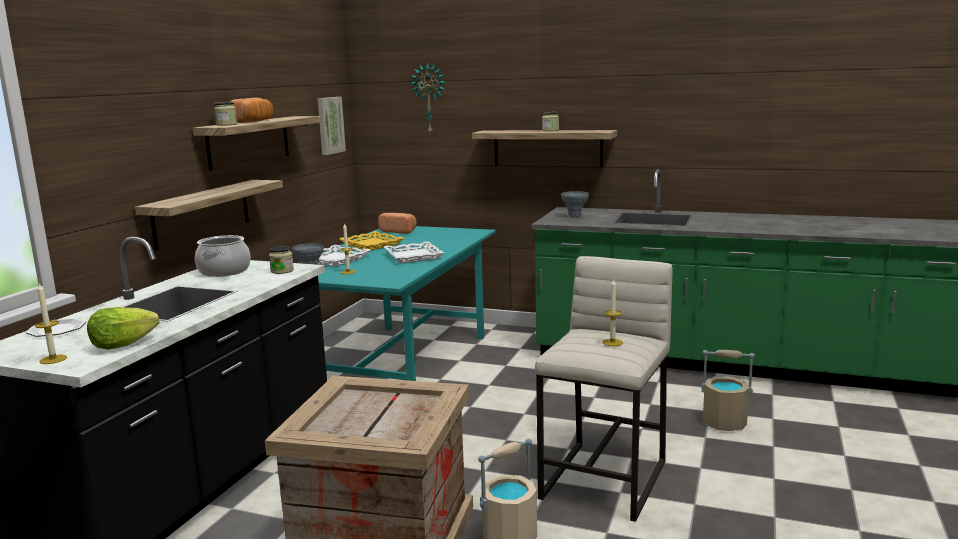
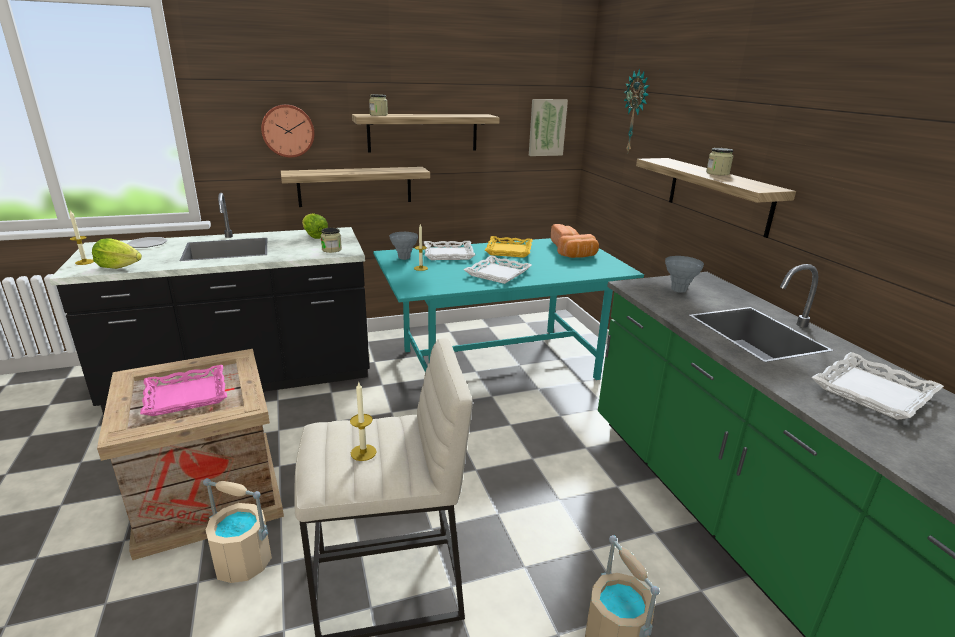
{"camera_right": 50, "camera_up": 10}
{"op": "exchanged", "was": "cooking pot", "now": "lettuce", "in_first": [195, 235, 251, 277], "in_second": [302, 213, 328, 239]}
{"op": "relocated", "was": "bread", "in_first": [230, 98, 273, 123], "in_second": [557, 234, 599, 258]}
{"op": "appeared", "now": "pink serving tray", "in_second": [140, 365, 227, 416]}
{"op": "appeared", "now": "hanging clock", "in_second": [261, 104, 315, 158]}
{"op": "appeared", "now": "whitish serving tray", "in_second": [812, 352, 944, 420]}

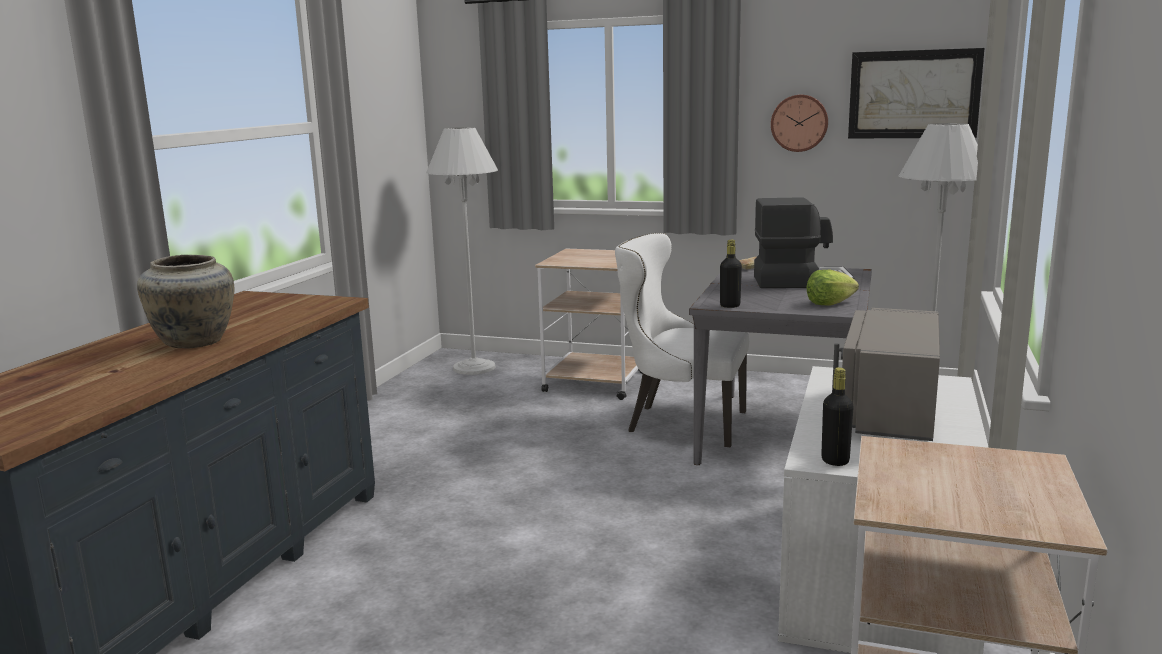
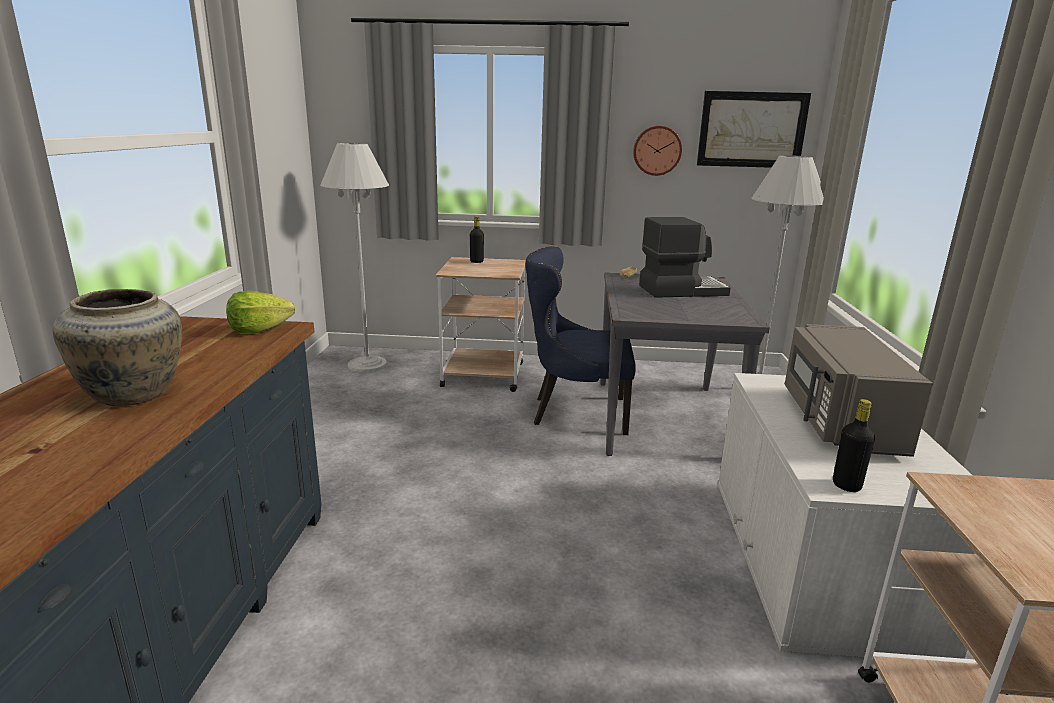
{"camera_right": -15, "camera_up": 5}
{"op": "colour", "was": "whitish chair", "now": "blue-coloured chair", "in_first": [615, 233, 749, 447], "in_second": [525, 246, 636, 435]}
{"op": "relocated", "was": "black beverage bottle", "in_first": [720, 240, 742, 308], "in_second": [470, 216, 484, 263]}
{"op": "relocated", "was": "lettuce", "in_first": [807, 270, 859, 305], "in_second": [226, 291, 295, 333]}

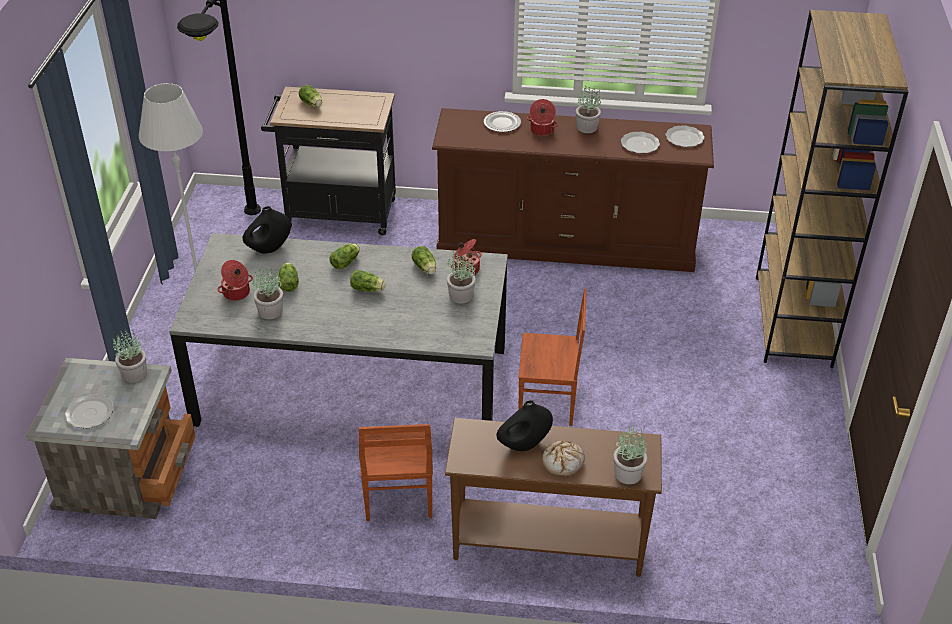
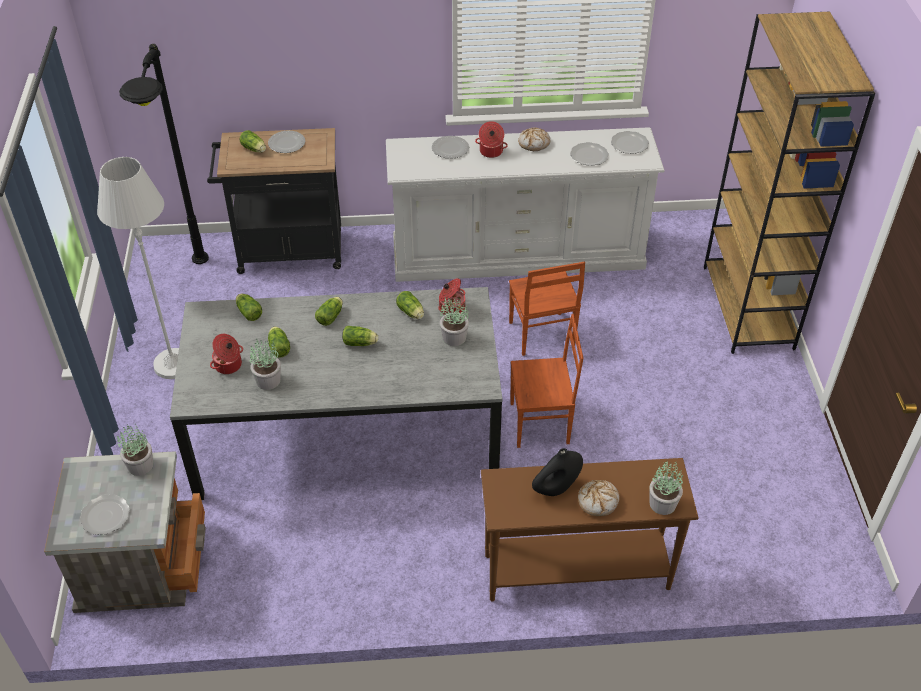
{"camera_right": -10, "camera_up": 5}
{"op": "exchanged", "was": "black flower vase", "now": "lettuce", "in_first": [243, 206, 291, 254], "in_second": [236, 294, 262, 321]}
{"op": "relocated", "was": "brownish chair", "in_first": [359, 424, 433, 521], "in_second": [509, 262, 585, 356]}
{"op": "colour", "was": "brownish cupboard", "now": "whitish cupboard", "in_first": [432, 108, 714, 272], "in_second": [386, 127, 664, 282]}
{"op": "exchanged", "was": "potted plant", "now": "bread", "in_first": [576, 86, 601, 133], "in_second": [518, 127, 551, 151]}
{"op": "appeared", "now": "plate", "in_second": [268, 131, 305, 153]}

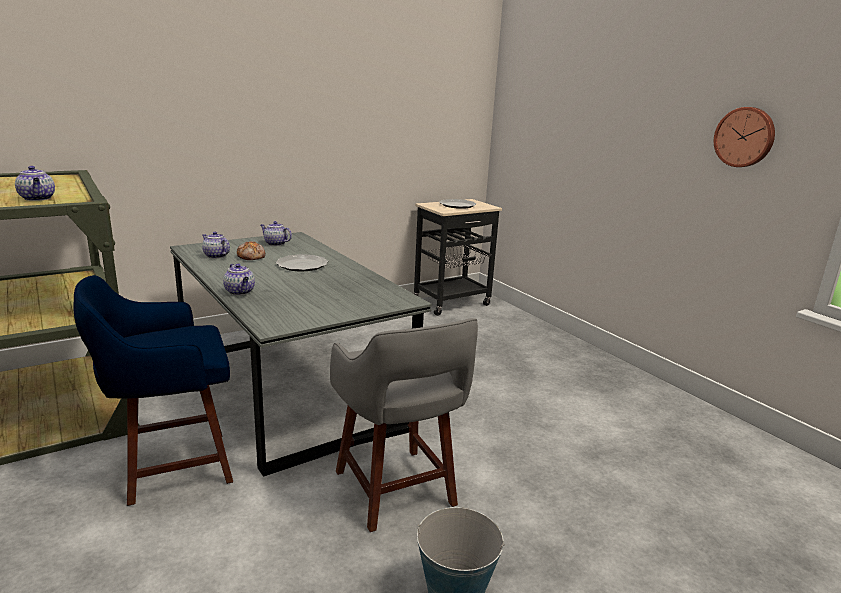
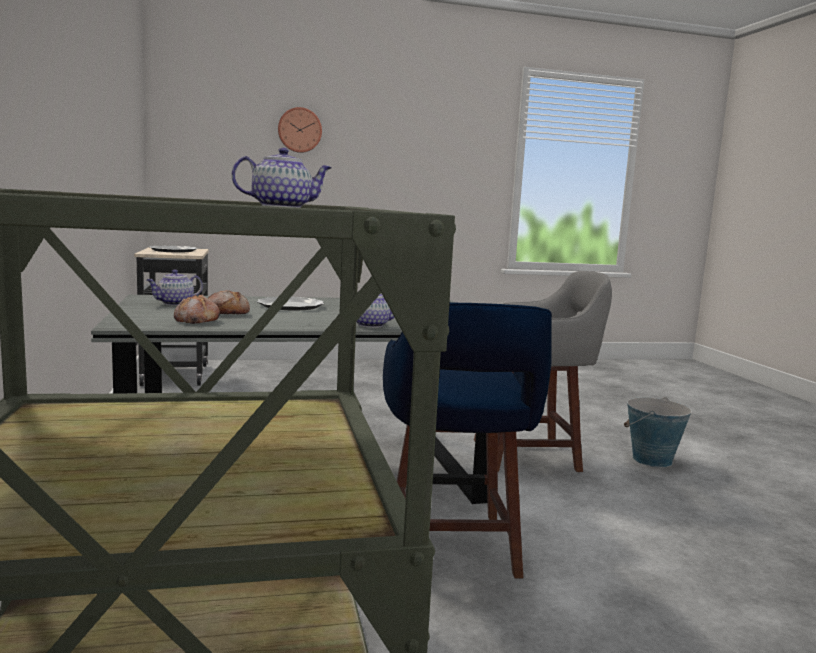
{"camera_right": -70, "camera_up": -10}
{"op": "exchanged", "was": "teapot", "now": "bread", "in_first": [202, 231, 230, 259], "in_second": [174, 294, 220, 324]}
{"op": "relocated", "was": "hanging clock", "in_first": [714, 107, 775, 167], "in_second": [278, 107, 322, 153]}

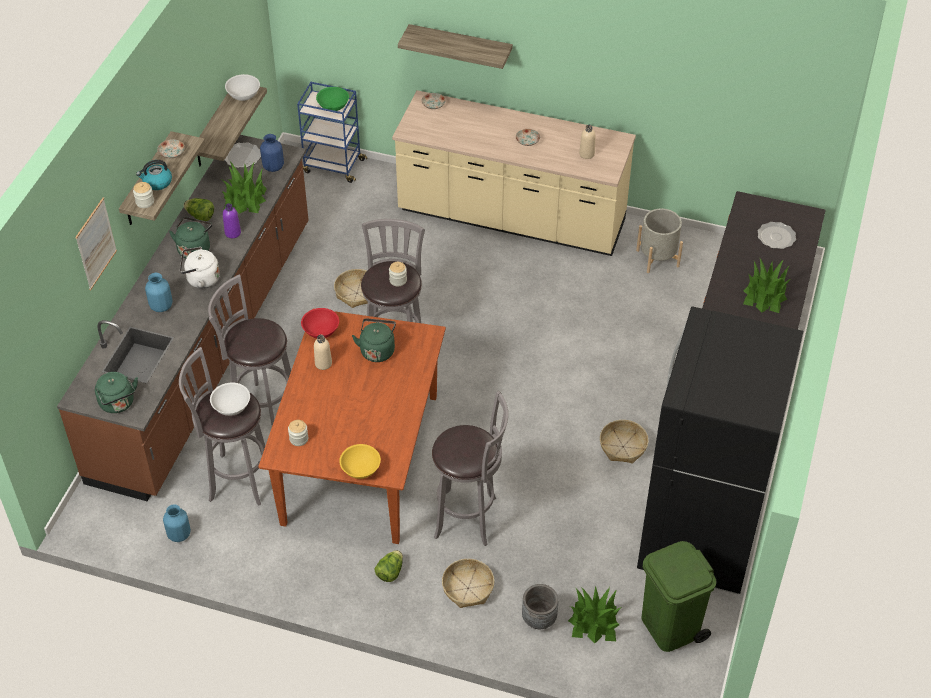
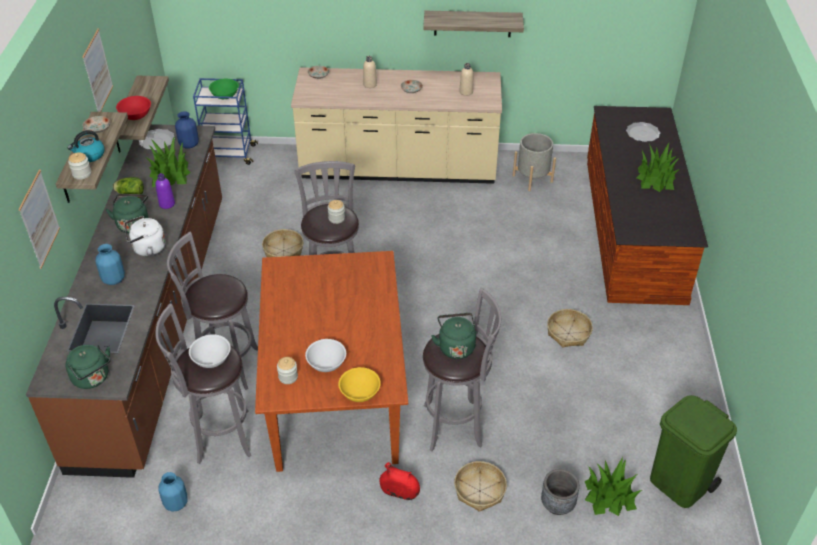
{"camera_right": -15, "camera_up": -5}
{"op": "relocated", "was": "whitish deep dish", "in_first": [225, 74, 260, 101], "in_second": [305, 339, 346, 372]}
{"op": "relocated", "was": "red deep dish", "in_first": [301, 308, 339, 338], "in_second": [116, 96, 151, 120]}
{"op": "relocated", "was": "beige-coloured beverage bottle", "in_first": [314, 335, 332, 370], "in_second": [363, 56, 377, 88]}
{"op": "relocated", "was": "greenish kettle", "in_first": [352, 319, 396, 362], "in_second": [431, 313, 476, 359]}
{"op": "exchanged", "was": "lettuce", "now": "red flower vase", "in_first": [375, 550, 403, 582], "in_second": [379, 462, 420, 500]}
{"op": "relocated", "was": "wall shelf", "in_first": [398, 24, 513, 69], "in_second": [423, 11, 524, 37]}
{"op": "missing", "was": "black kitchen fridge", "in_first": [637, 306, 803, 594]}
{"op": "appeared", "now": "wall art", "in_second": [83, 28, 113, 112]}

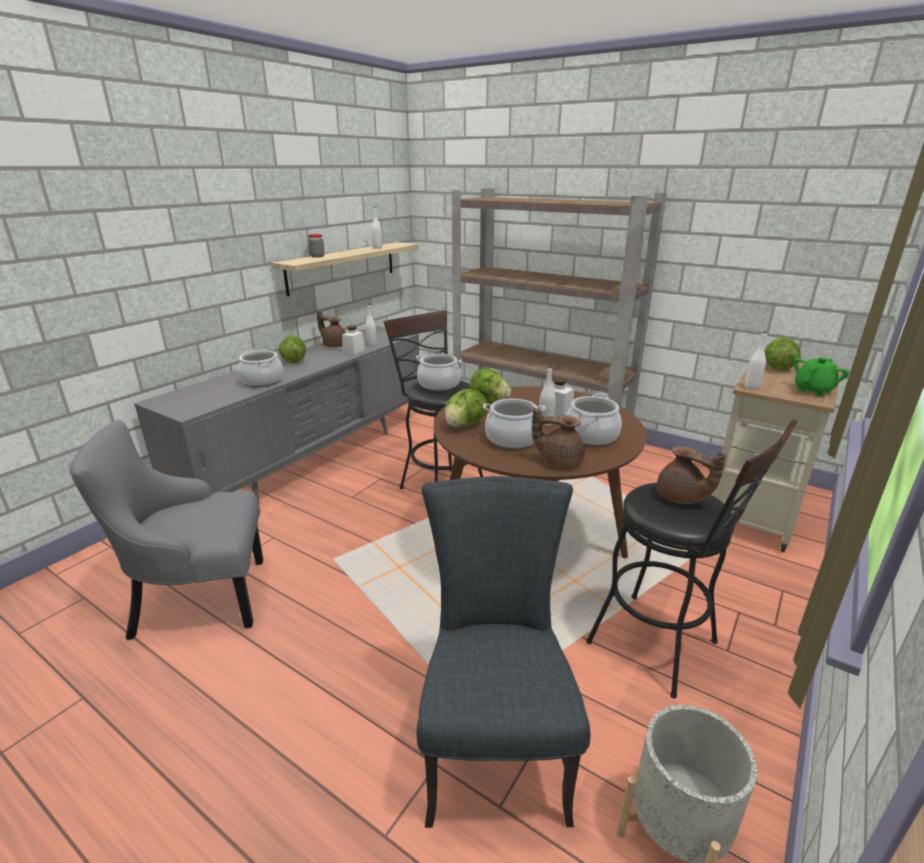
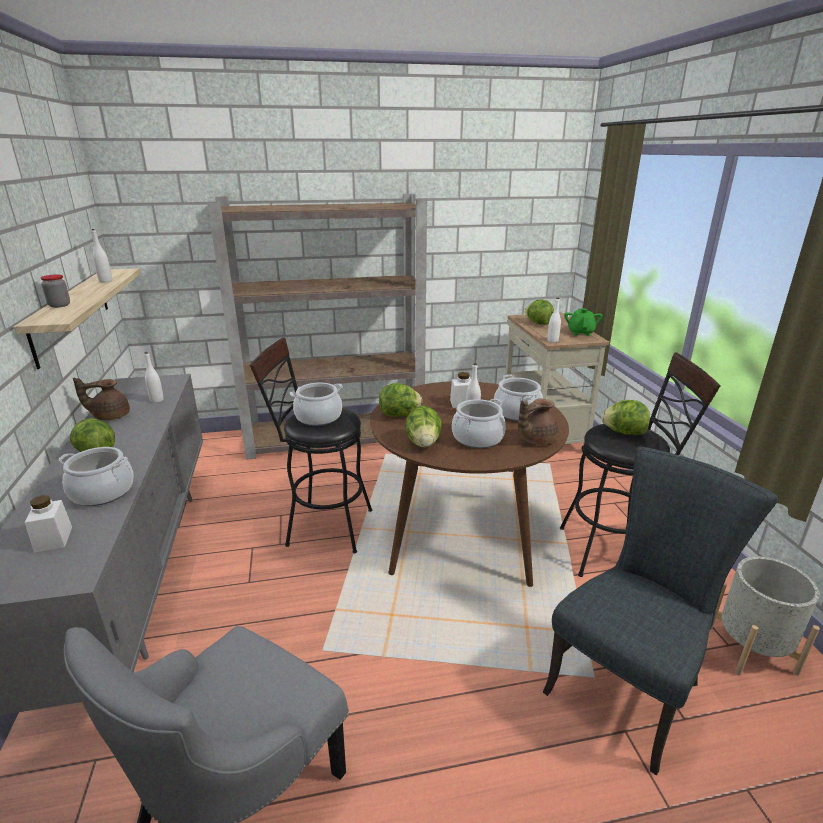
{"camera_right": -45, "camera_up": 0}
{"op": "relocated", "was": "whitish storage jar", "in_first": [342, 326, 365, 355], "in_second": [25, 495, 72, 553]}
{"op": "spun", "was": "gray chair", "in_first": [417, 476, 591, 828], "in_second": [543, 447, 778, 776], "clockwise": 90}
{"op": "exchanged", "was": "brownish teapot", "now": "lettuce", "in_first": [656, 447, 726, 504], "in_second": [601, 400, 650, 435]}

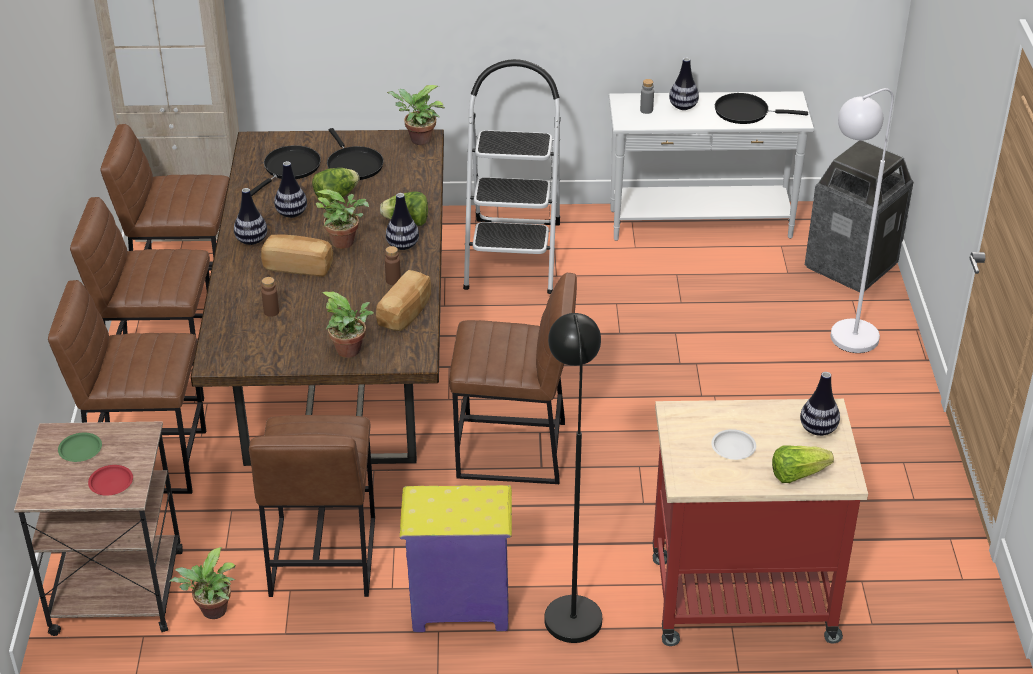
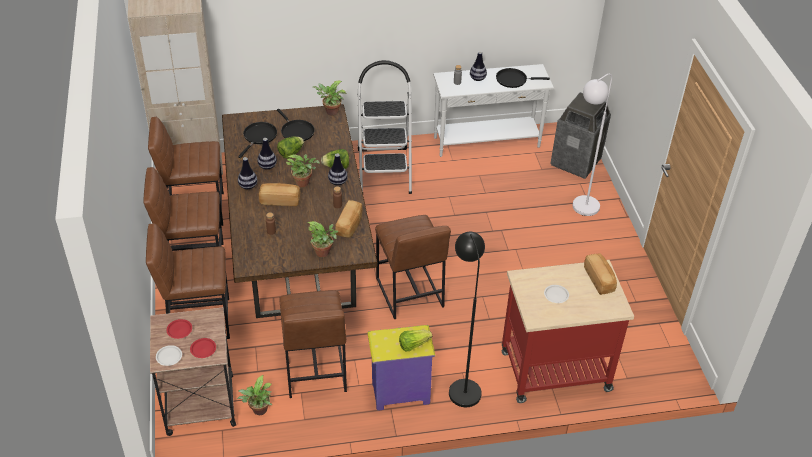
{"camera_right": -10, "camera_up": 5}
{"op": "colour", "was": "greenish plate", "now": "red plate", "in_first": [58, 433, 102, 462], "in_second": [167, 319, 192, 339]}
{"op": "spun", "was": "brownish chair", "in_first": [449, 273, 577, 484], "in_second": [375, 215, 451, 319], "clockwise": 75}
{"op": "relocated", "was": "lettuce", "in_first": [772, 445, 834, 483], "in_second": [399, 330, 432, 352]}
{"op": "exchanged", "was": "flower vase", "now": "bread", "in_first": [800, 372, 840, 436], "in_second": [584, 253, 617, 295]}
{"op": "appeared", "now": "whitish plate", "in_second": [156, 345, 182, 366]}

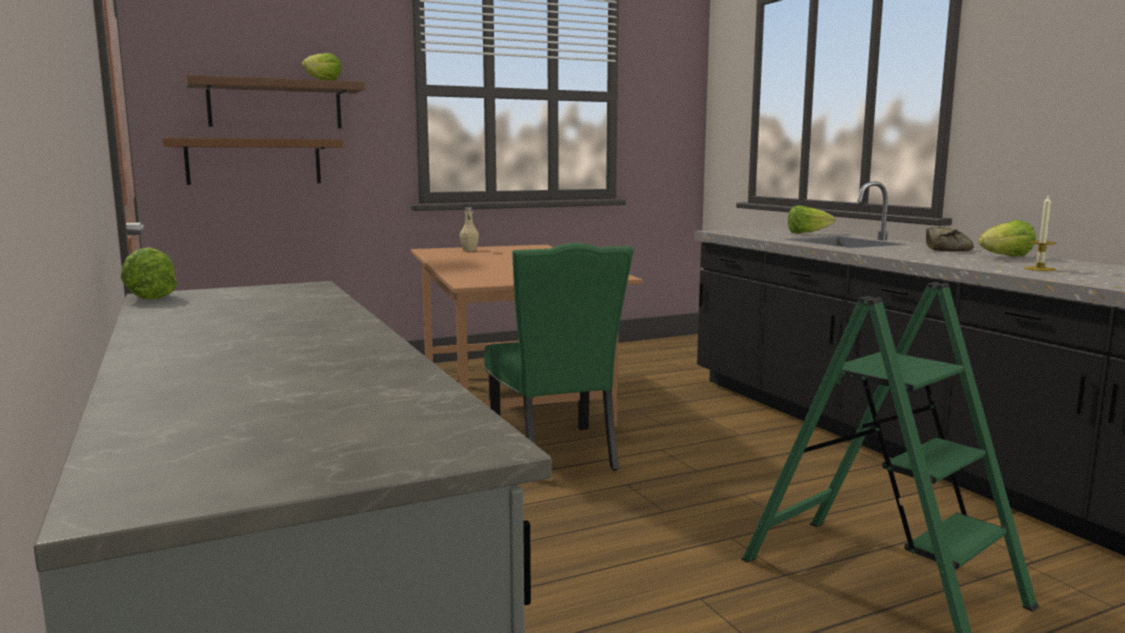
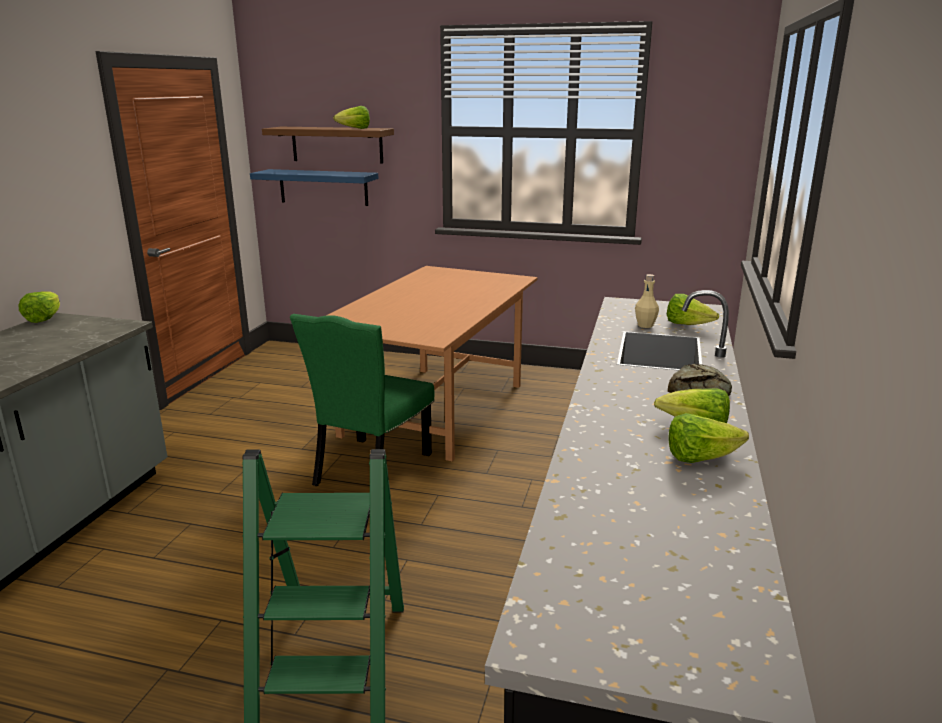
{"camera_right": 40, "camera_up": 10}
{"op": "colour", "was": "brownish wall shelf", "now": "blue-coloured wall shelf", "in_first": [163, 138, 343, 185], "in_second": [250, 169, 379, 206]}
{"op": "relocated", "was": "beige-coloured beverage bottle", "in_first": [459, 207, 479, 251], "in_second": [635, 274, 659, 328]}
{"op": "missing", "was": "wax candle", "in_first": [1024, 194, 1056, 271]}
{"op": "appeared", "now": "lettuce", "in_second": [668, 413, 749, 463]}

